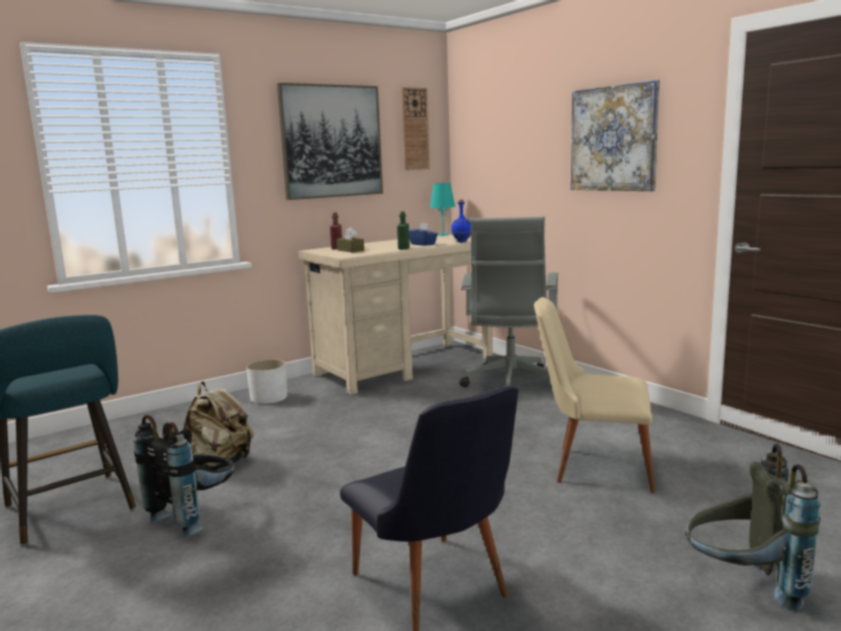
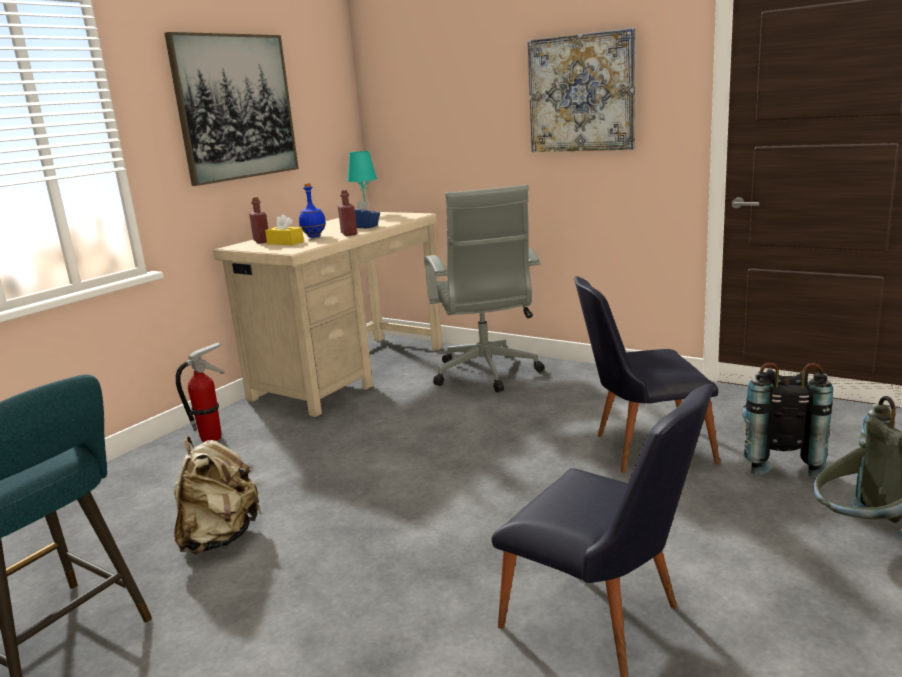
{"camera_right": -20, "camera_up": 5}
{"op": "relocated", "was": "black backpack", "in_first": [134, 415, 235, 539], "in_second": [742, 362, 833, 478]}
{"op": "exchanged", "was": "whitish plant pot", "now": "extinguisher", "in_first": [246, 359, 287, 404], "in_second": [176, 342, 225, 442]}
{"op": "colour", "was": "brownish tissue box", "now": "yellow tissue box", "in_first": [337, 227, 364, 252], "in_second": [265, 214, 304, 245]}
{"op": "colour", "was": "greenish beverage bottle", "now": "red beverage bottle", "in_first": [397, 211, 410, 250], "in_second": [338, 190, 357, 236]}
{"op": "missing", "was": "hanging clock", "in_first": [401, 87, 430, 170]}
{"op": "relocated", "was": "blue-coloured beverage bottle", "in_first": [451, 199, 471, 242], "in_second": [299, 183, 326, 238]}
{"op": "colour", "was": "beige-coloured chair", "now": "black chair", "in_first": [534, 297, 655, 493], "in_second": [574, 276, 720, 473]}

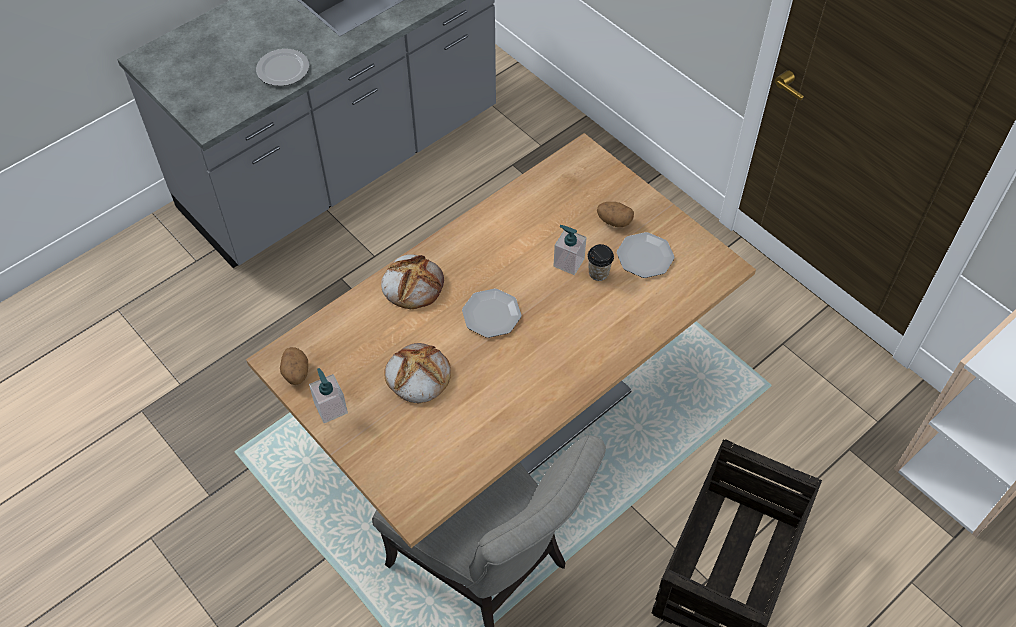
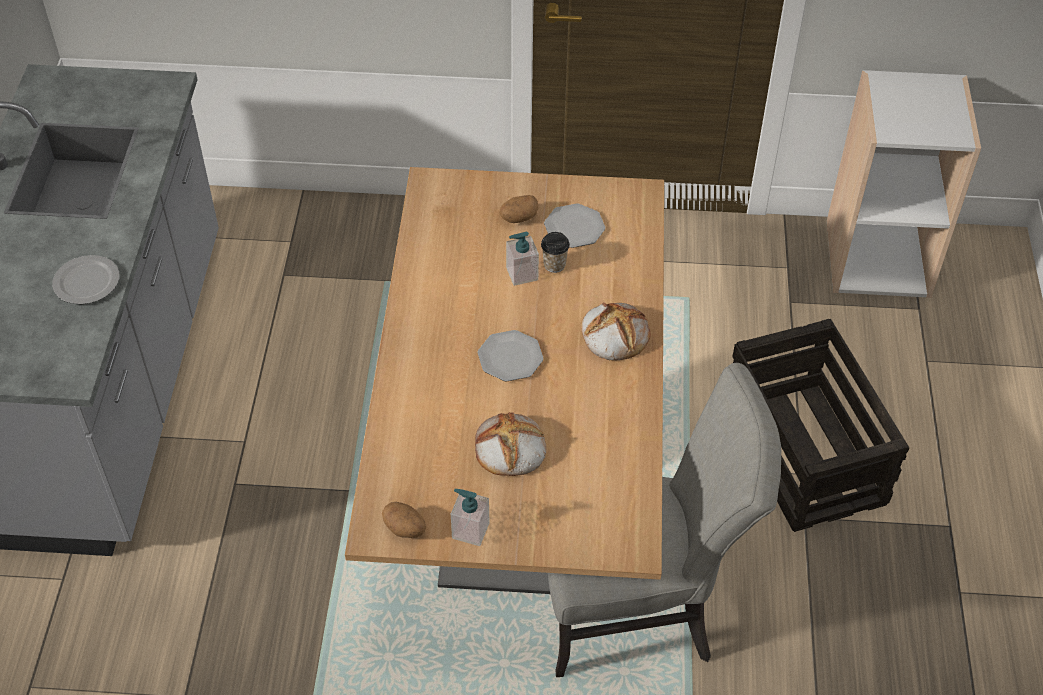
{"camera_right": -45, "camera_up": -5}
{"op": "relocated", "was": "bread", "in_first": [381, 254, 444, 310], "in_second": [581, 303, 651, 360]}

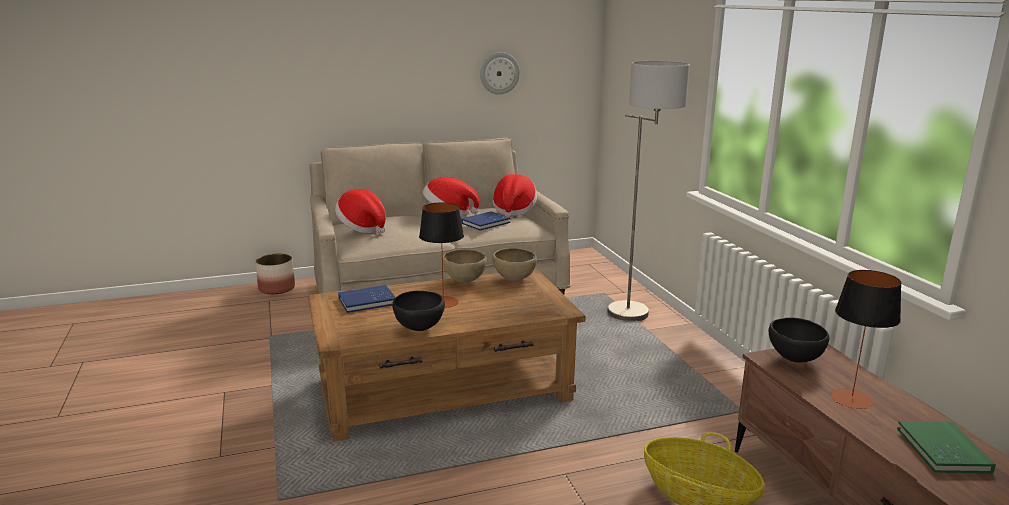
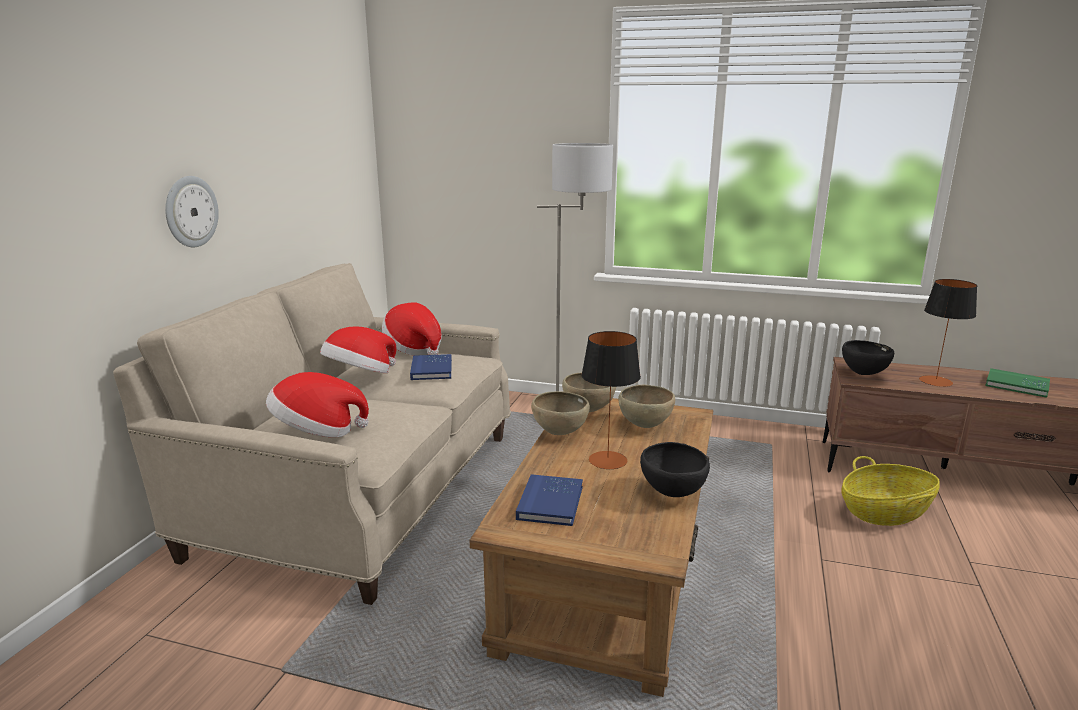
{"camera_right": -55, "camera_up": 0}
{"op": "missing", "was": "plant pot", "in_first": [255, 254, 295, 294]}
{"op": "relocated", "was": "hanging clock", "in_first": [480, 52, 520, 95], "in_second": [165, 176, 219, 247]}
{"op": "appeared", "now": "brownish deep dish", "in_second": [618, 385, 675, 428]}

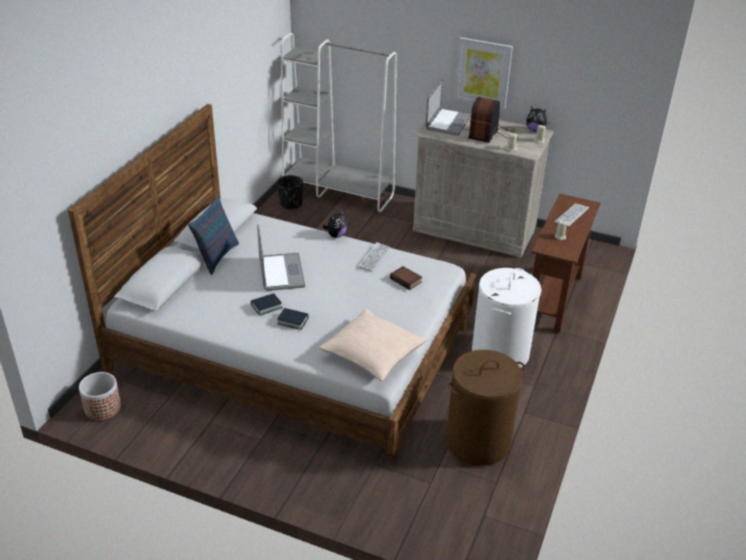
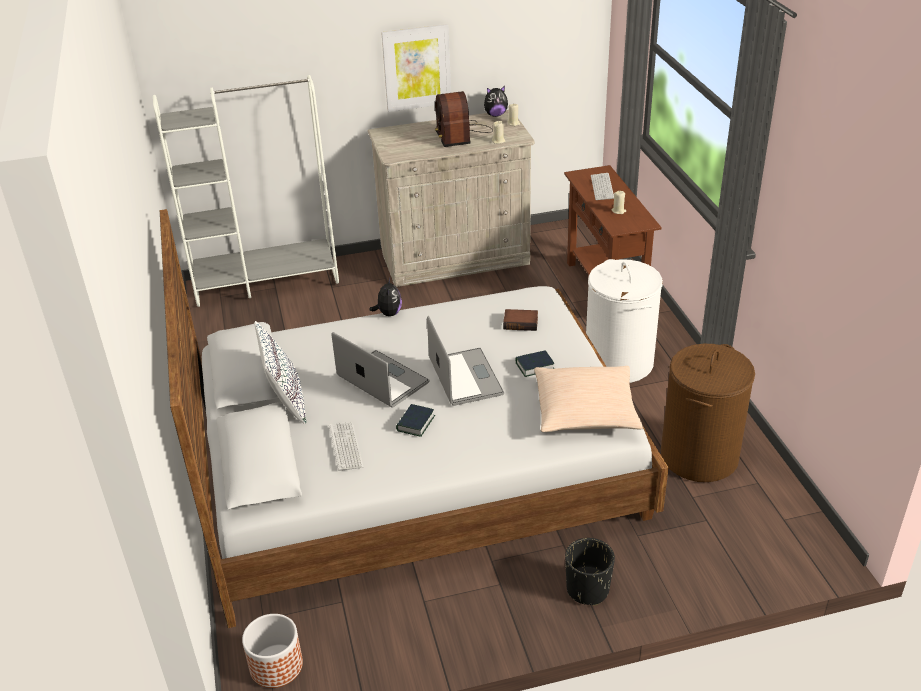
{"camera_right": -35, "camera_up": 0}
{"op": "colour", "was": "blue-coloured pillow", "now": "whitish pillow", "in_first": [188, 196, 239, 275], "in_second": [254, 321, 306, 424]}
{"op": "relocated", "was": "black plant pot", "in_first": [277, 175, 303, 210], "in_second": [565, 538, 615, 606]}
{"op": "relocated", "was": "volume", "in_first": [277, 308, 308, 330], "in_second": [516, 350, 554, 377]}
{"op": "relocated", "was": "keyboard", "in_first": [358, 242, 391, 272], "in_second": [329, 422, 363, 471]}
{"op": "relocated", "was": "laptop", "in_first": [425, 78, 471, 136], "in_second": [427, 316, 504, 406]}

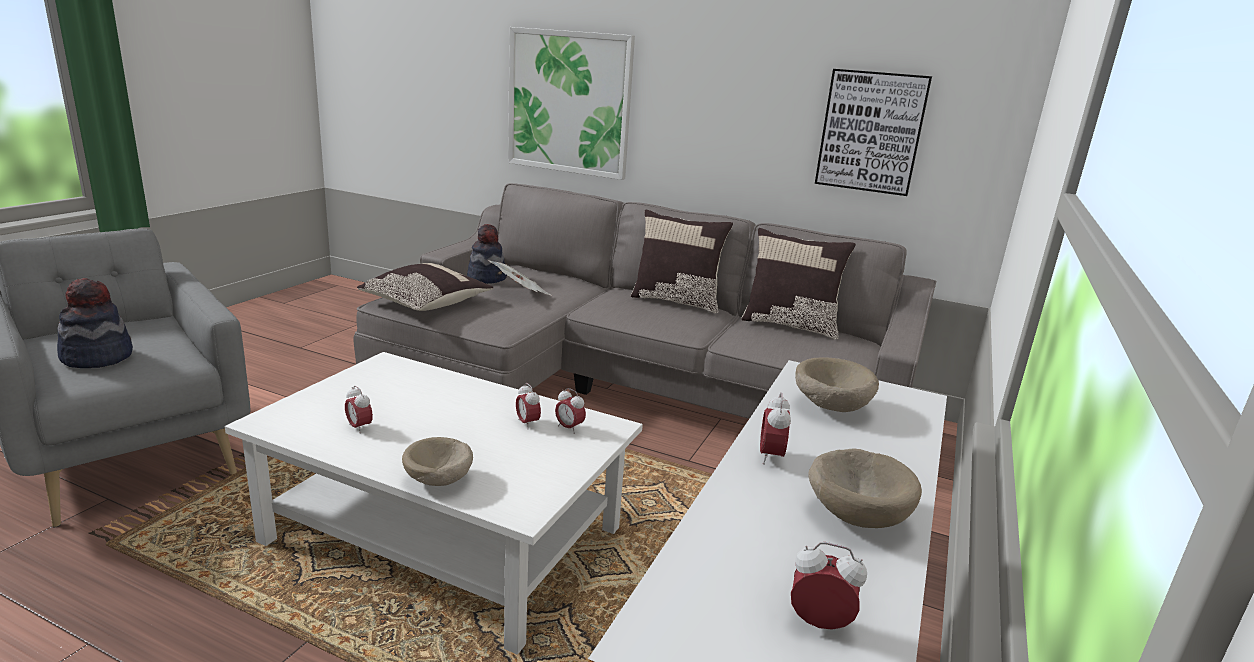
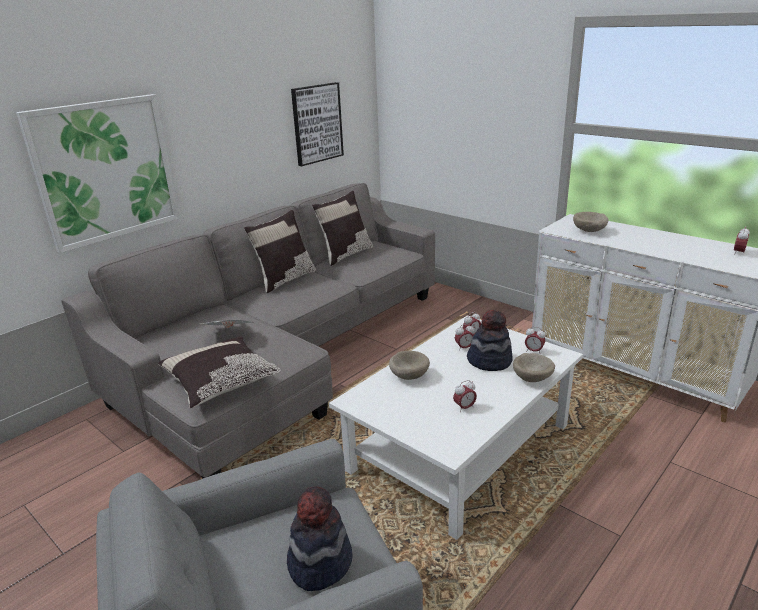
{"camera_right": -70, "camera_up": 5}
{"op": "relocated", "was": "wearable hat", "in_first": [467, 224, 507, 284], "in_second": [467, 310, 513, 371]}
{"op": "relocated", "was": "bedside clock", "in_first": [760, 392, 791, 465], "in_second": [525, 326, 546, 353]}
{"op": "relocated", "was": "beige-coloured deep dish", "in_first": [808, 448, 922, 528], "in_second": [389, 351, 430, 380]}

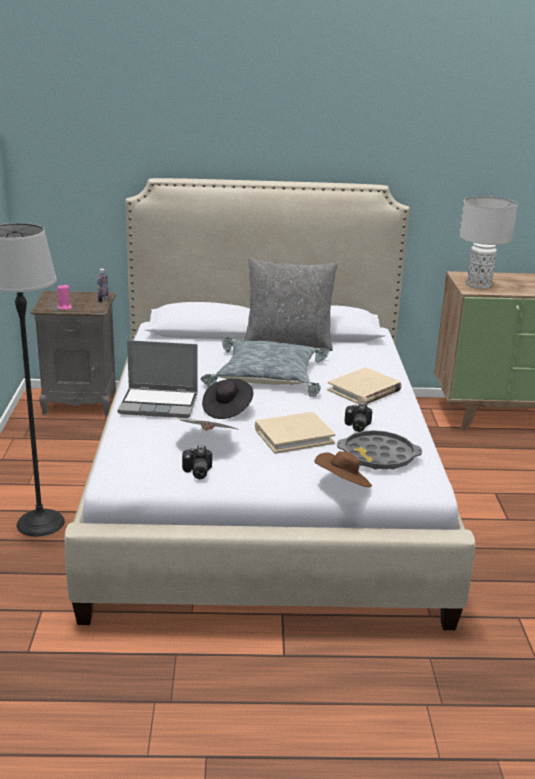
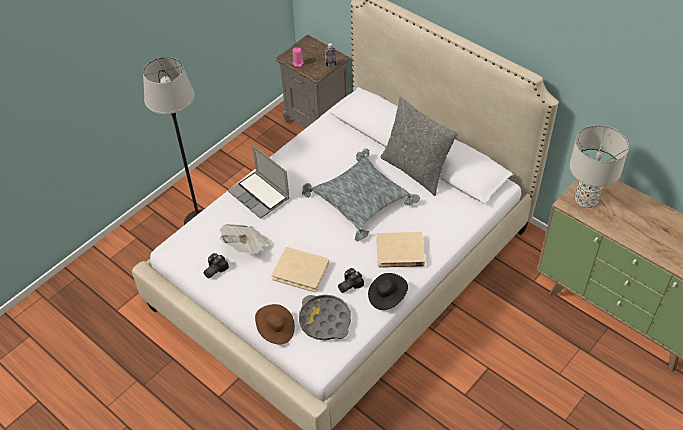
{"camera_right": 45, "camera_up": 25}
{"op": "relocated", "was": "black wearable hat", "in_first": [202, 379, 253, 419], "in_second": [368, 273, 408, 310]}

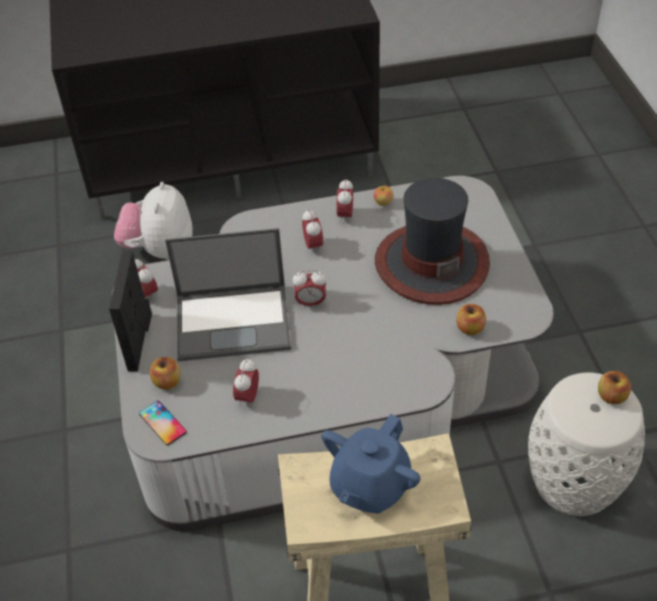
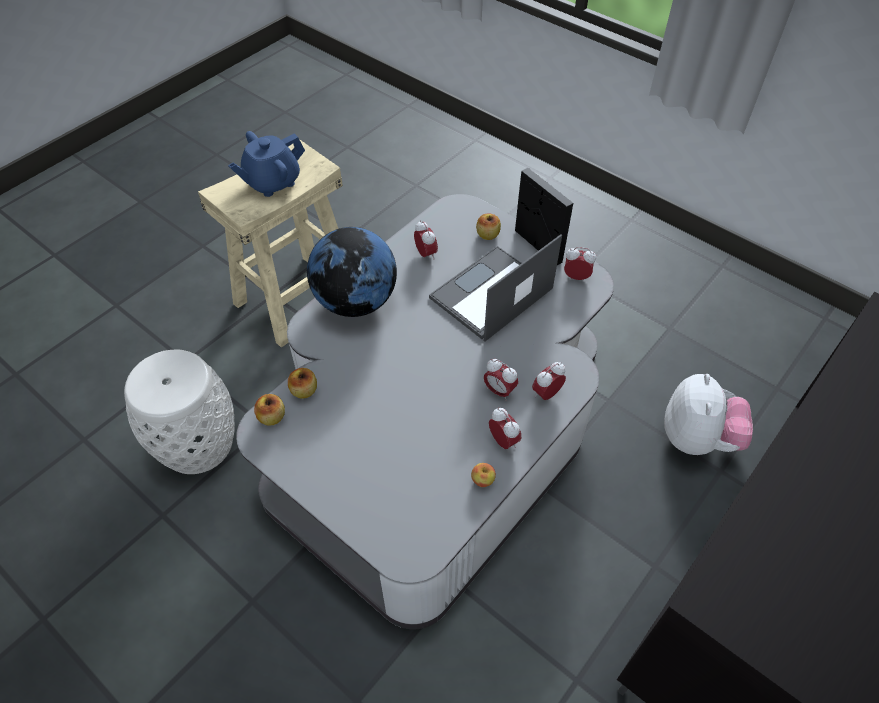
{"camera_right": 140, "camera_up": 5}
{"op": "spun", "was": "cuddly toy", "in_first": [114, 182, 193, 260], "in_second": [664, 374, 753, 455], "clockwise": 45}
{"op": "missing", "was": "phone", "in_first": [139, 401, 187, 445]}
{"op": "relocated", "was": "bedside clock", "in_first": [293, 270, 326, 308], "in_second": [532, 362, 566, 400]}
{"op": "spun", "was": "blue-coloured teapot", "in_first": [322, 414, 421, 513], "in_second": [228, 131, 305, 197], "clockwise": -120}
{"op": "missing", "was": "wearable hat", "in_first": [375, 178, 490, 305]}
{"op": "relocated", "was": "apple fruit", "in_first": [598, 371, 631, 405], "in_second": [254, 394, 285, 426]}
{"op": "appeared", "now": "world globe", "in_second": [307, 227, 397, 317]}

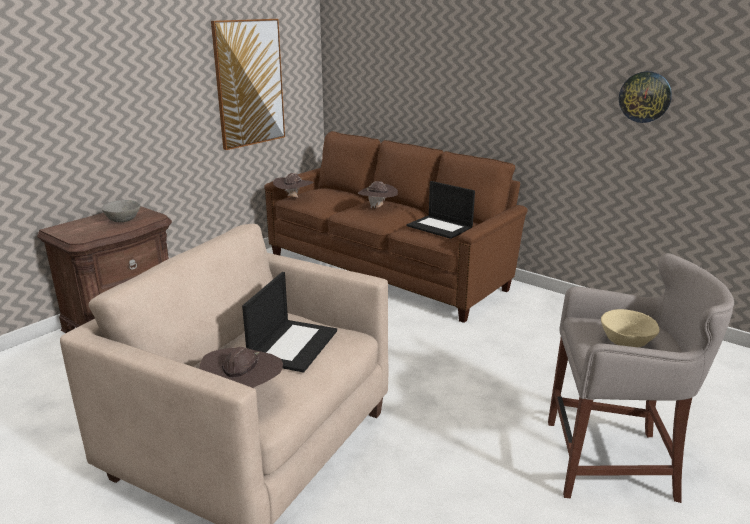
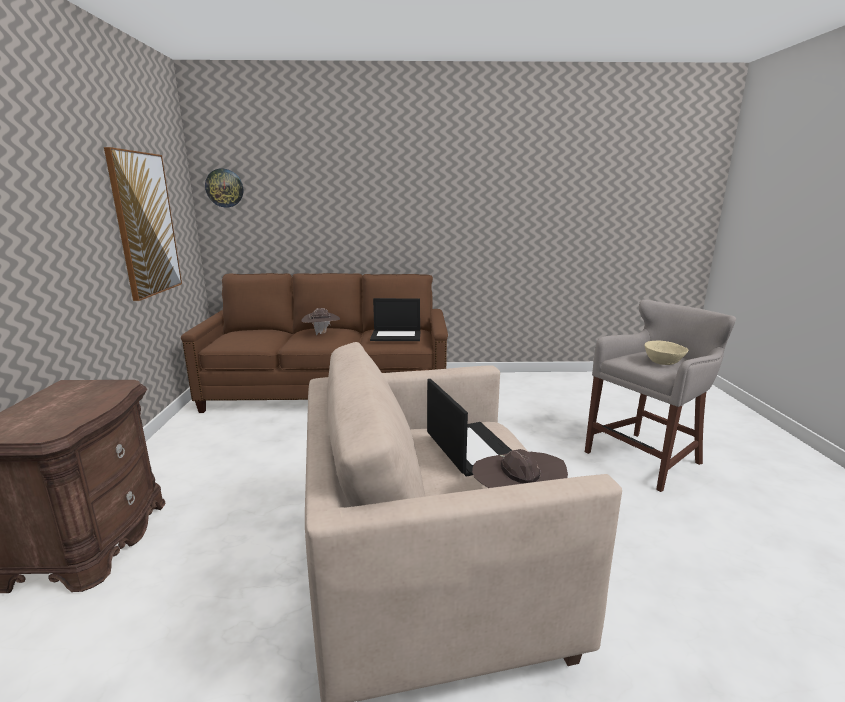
{"camera_right": -40, "camera_up": -5}
{"op": "missing", "was": "gray deep dish", "in_first": [101, 200, 141, 222]}
{"op": "missing", "was": "brownish wearable hat", "in_first": [273, 173, 313, 198]}
{"op": "relocated", "was": "hanging clock", "in_first": [619, 71, 672, 123], "in_second": [205, 169, 243, 207]}

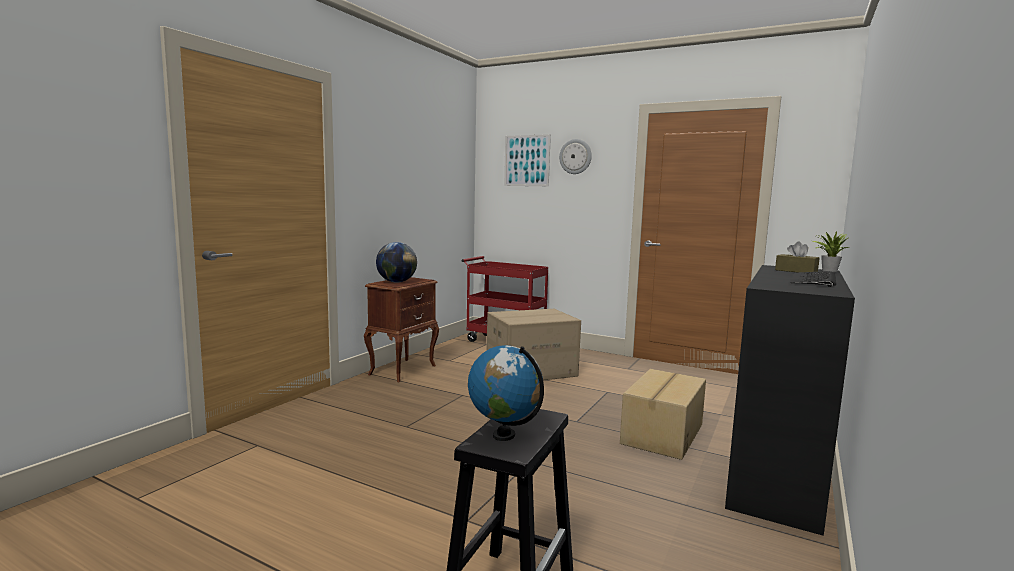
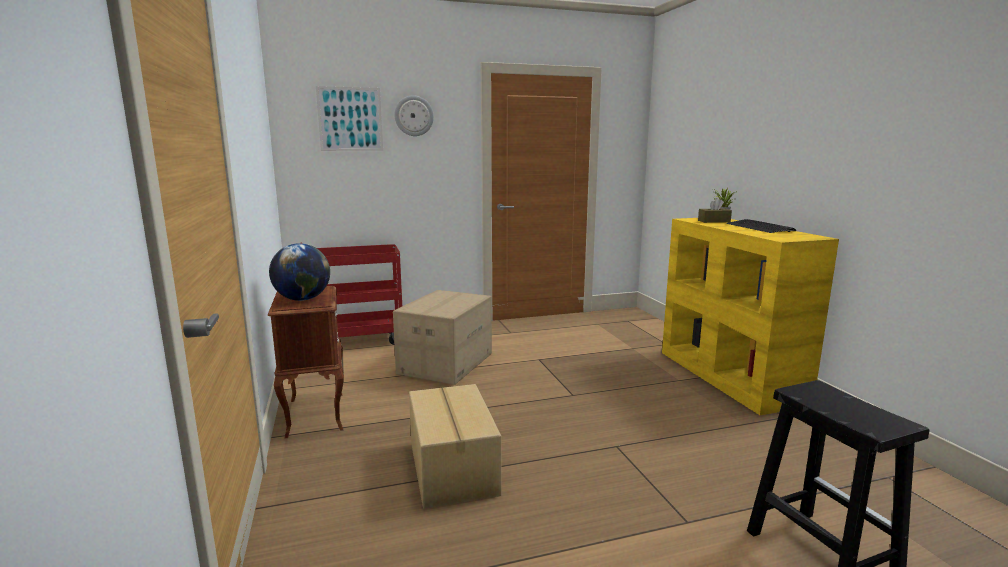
{"camera_right": -45, "camera_up": 5}
{"op": "missing", "was": "world globe", "in_first": [468, 345, 544, 441]}
{"op": "relocated", "was": "packing box", "in_first": [620, 369, 706, 460], "in_second": [409, 384, 502, 509]}
{"op": "colour", "was": "black shelving unit", "now": "yellow shelving unit", "in_first": [725, 265, 855, 536], "in_second": [662, 218, 839, 415]}

